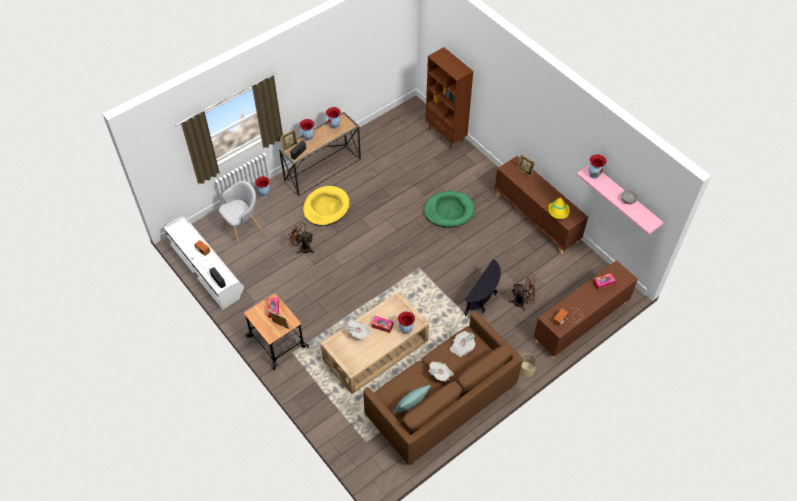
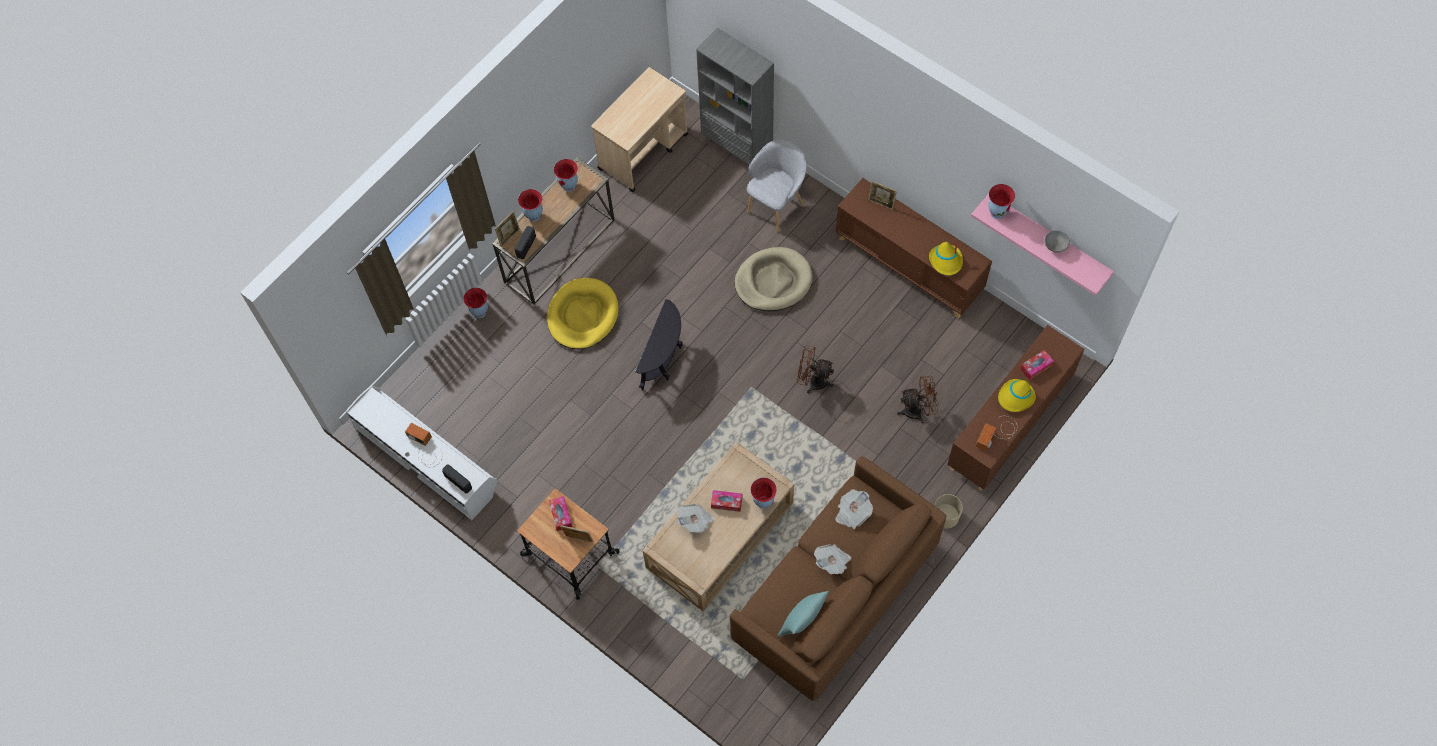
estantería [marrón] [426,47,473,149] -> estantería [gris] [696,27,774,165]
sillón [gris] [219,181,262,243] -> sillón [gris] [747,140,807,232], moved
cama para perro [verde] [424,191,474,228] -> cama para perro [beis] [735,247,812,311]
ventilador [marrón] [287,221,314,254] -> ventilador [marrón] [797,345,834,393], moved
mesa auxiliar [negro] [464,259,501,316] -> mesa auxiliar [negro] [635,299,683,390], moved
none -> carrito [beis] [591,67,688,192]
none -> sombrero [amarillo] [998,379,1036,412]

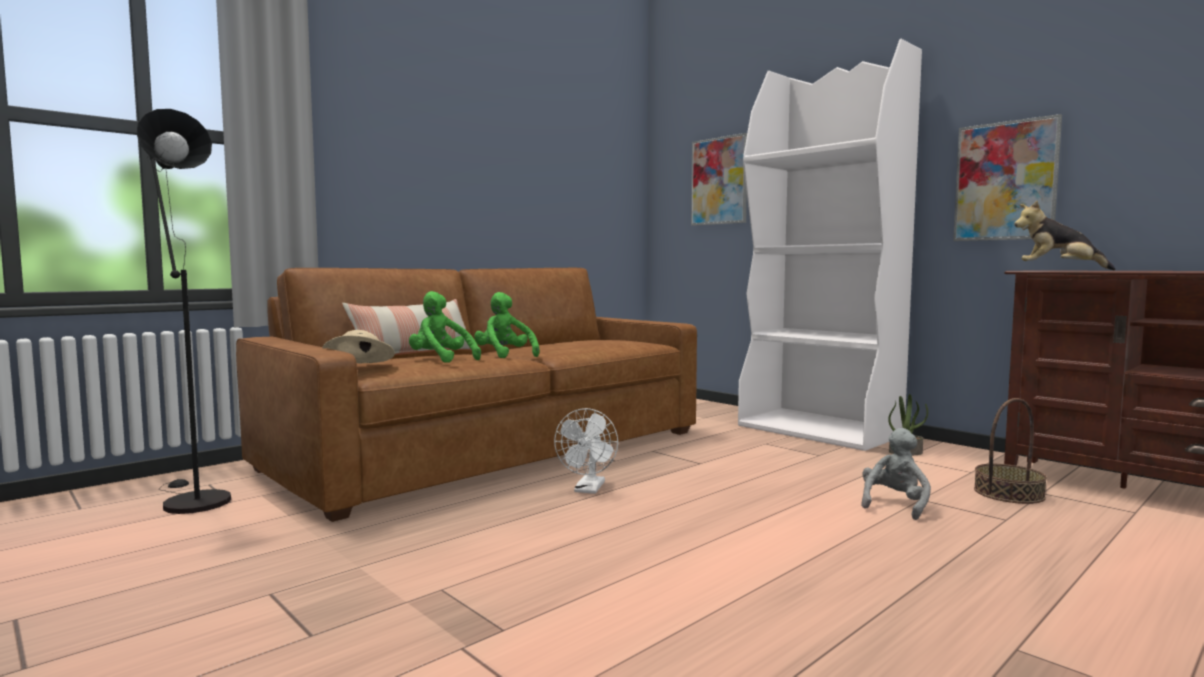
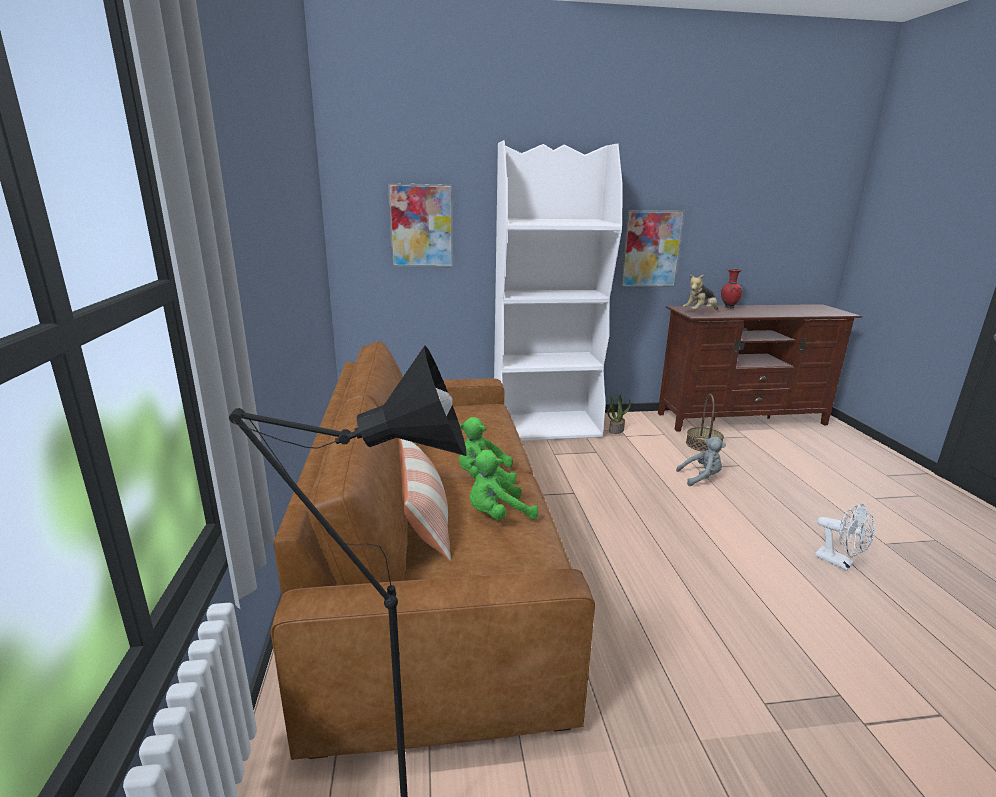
sombrero [beis] [323,330,395,363] -> none
ventilador [blanco] [554,408,618,494] -> ventilador [blanco] [815,504,875,571], moved
peluche [gris] [861,428,931,520] -> peluche [gris] [676,437,726,486], 105 degrees clockwise
none -> florero [rojo] [721,269,742,309]

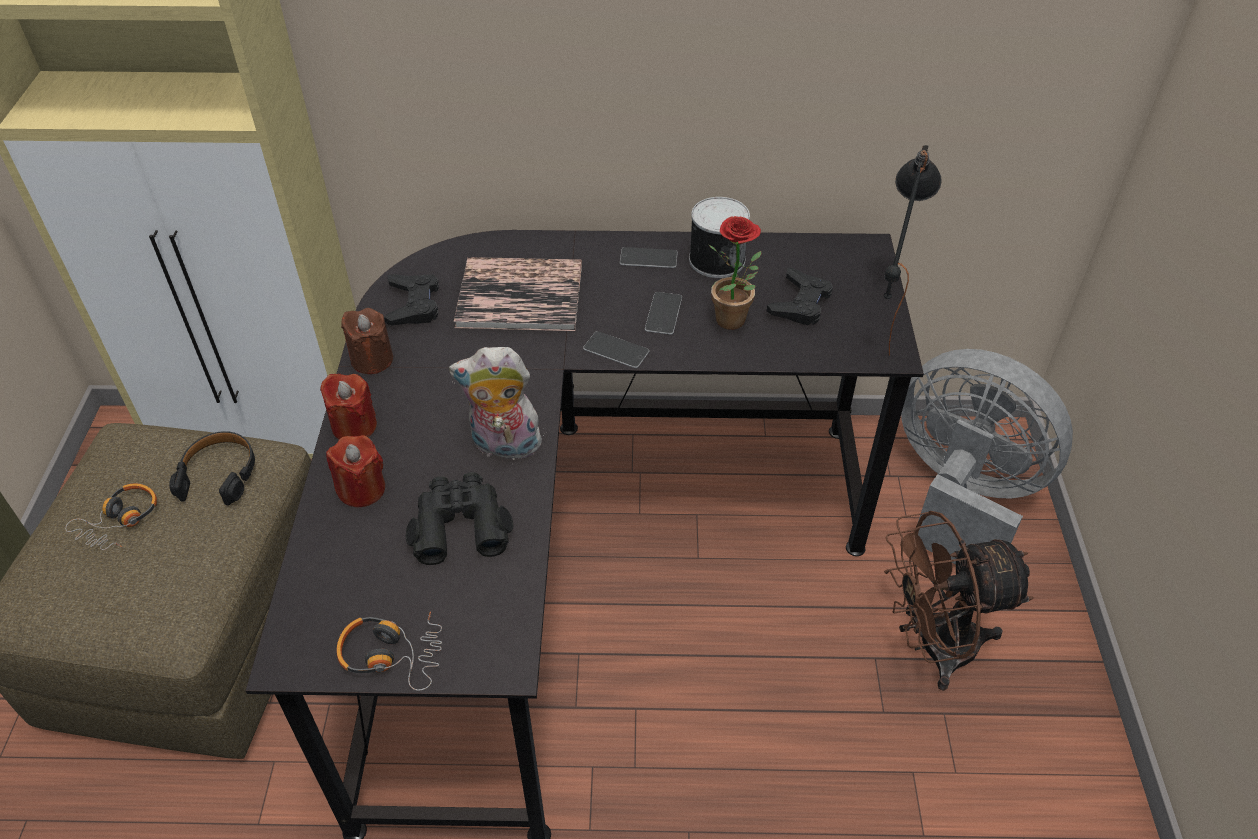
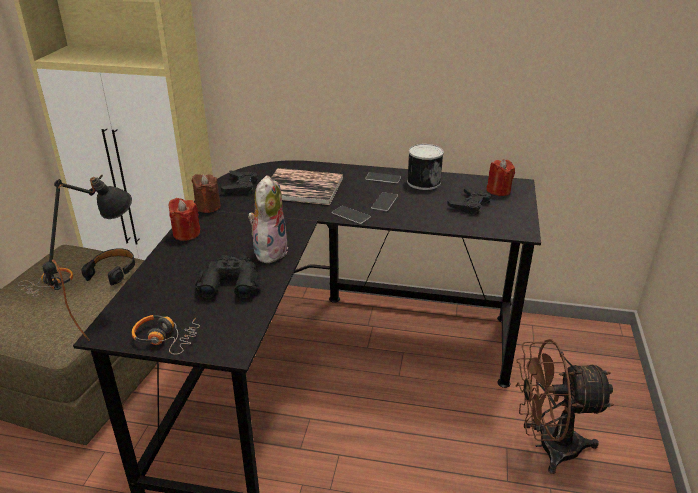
lámpara de mesa [negro] [884,145,942,355] -> lámpara de mesa [negro] [43,175,132,341], moved
planta en maceta [708,216,762,330] -> none
peluche [449,347,544,460] -> peluche [248,175,289,263], 90 degrees clockwise
ventilador [gris] [901,349,1073,564] -> none
vela [rojo] [326,435,385,507] -> vela [rojo] [486,159,515,196], moved

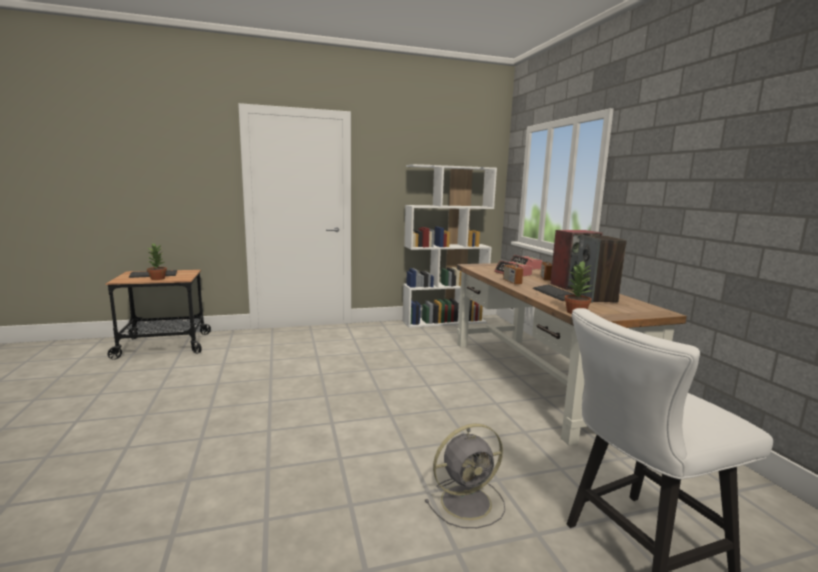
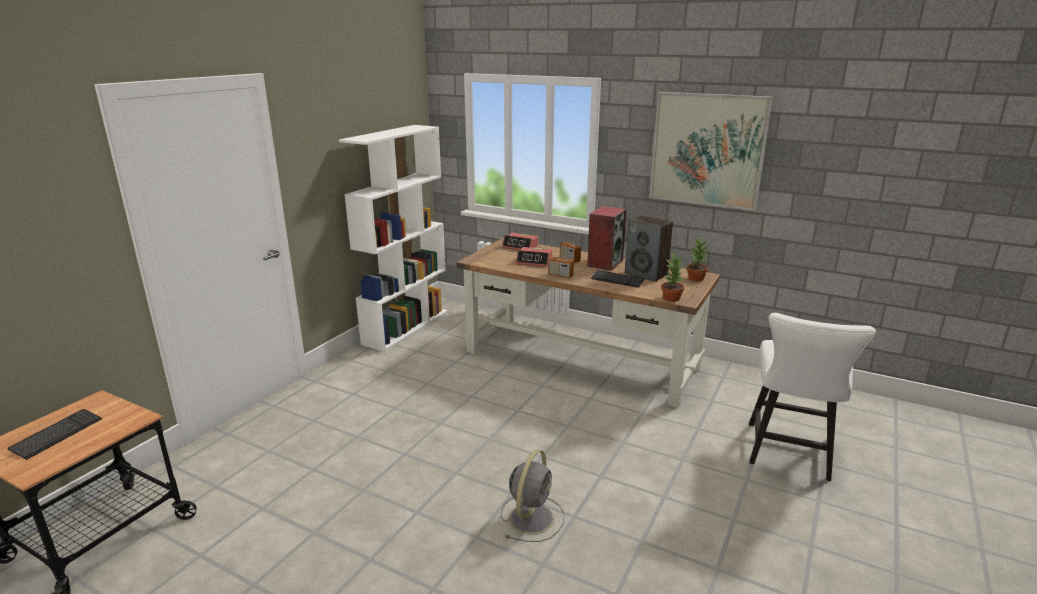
planta en maceta [146,243,167,280] -> planta en maceta [687,238,708,281], moved
ventilador [gris] [425,424,505,528] -> ventilador [gris] [501,450,564,542], moved
none -> cuadro [649,92,773,211]

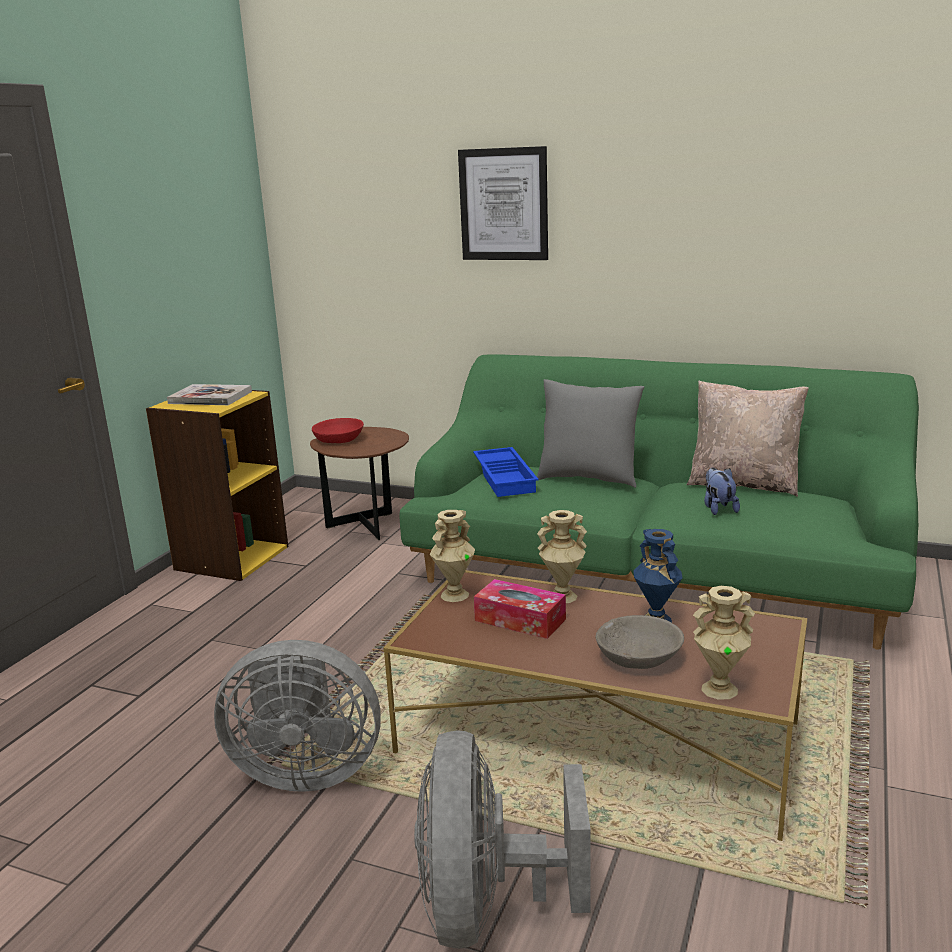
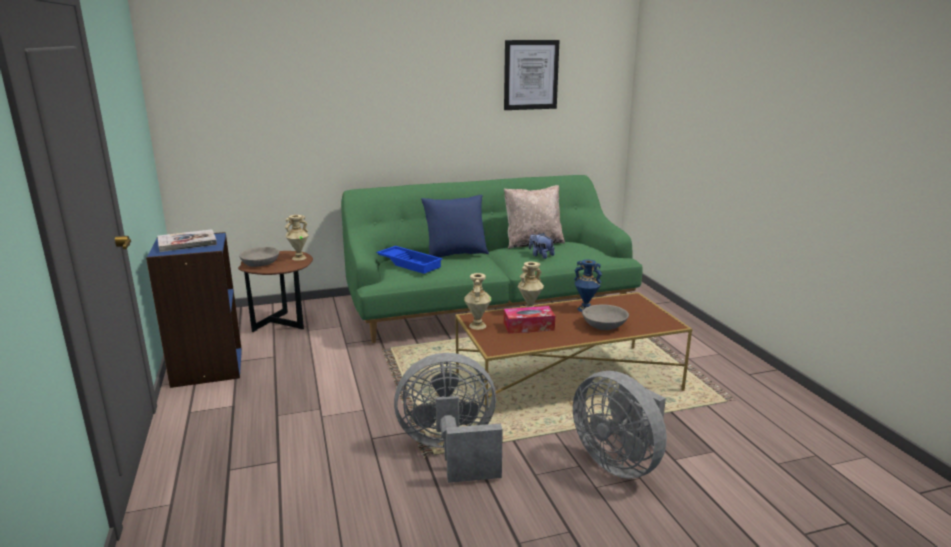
cuadro [458,146,548,260] -> cuadro [504,40,559,110], moved
cojín [gris] [537,379,644,488] -> cojín [azul] [421,195,489,257]
estantería [amarillo] [146,390,288,581] -> estantería [azul] [146,232,242,388]
cuenco [rojo] [312,418,364,443] -> cuenco [gris] [239,247,279,267]
florero [beis] [693,586,755,700] -> florero [beis] [285,215,309,261], moved
ventilador [gris] [214,640,381,792] -> ventilador [gris] [394,353,503,483], 150 degrees counterclockwise

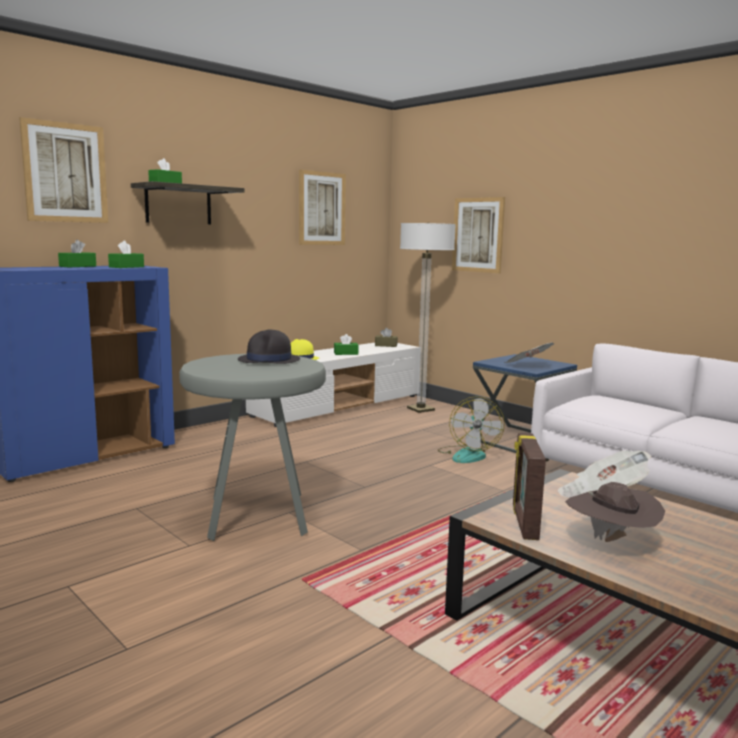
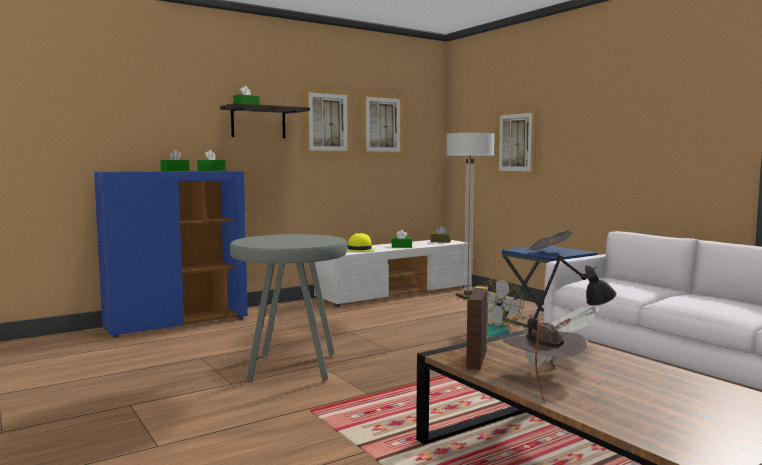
cuadro [19,117,108,223] -> cuadro [304,88,351,154], moved
sombrero [negro] [238,329,300,364] -> none
none -> lámpara de mesa [negro] [528,255,617,403]

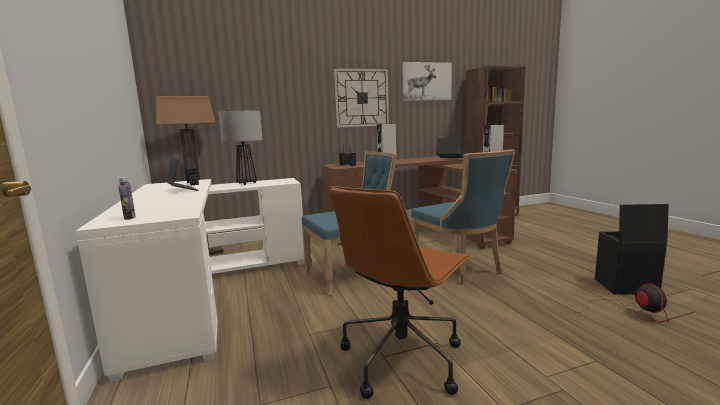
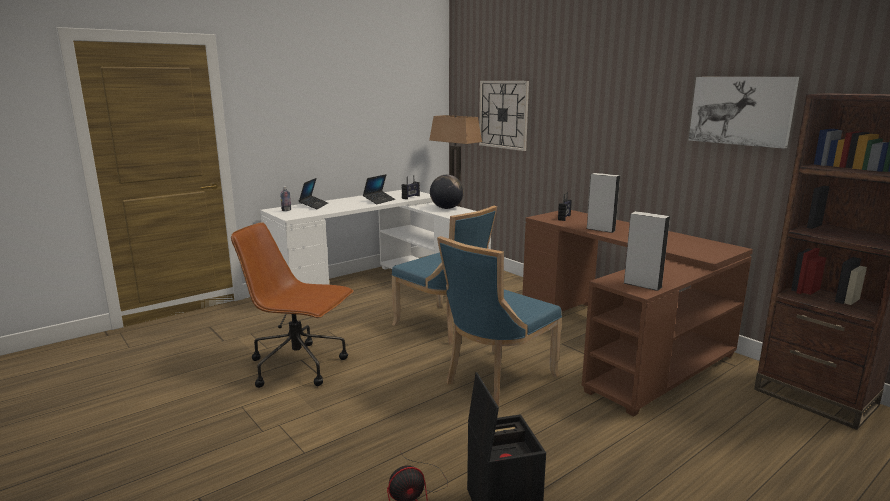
reloj de pared [334,69,389,128] -> reloj de pared [479,81,529,151], moved
lámpara de mesa [219,111,263,185] -> globo terráqueo [430,175,464,209]
portátil [436,138,463,158] -> portátil [299,178,328,209], moved

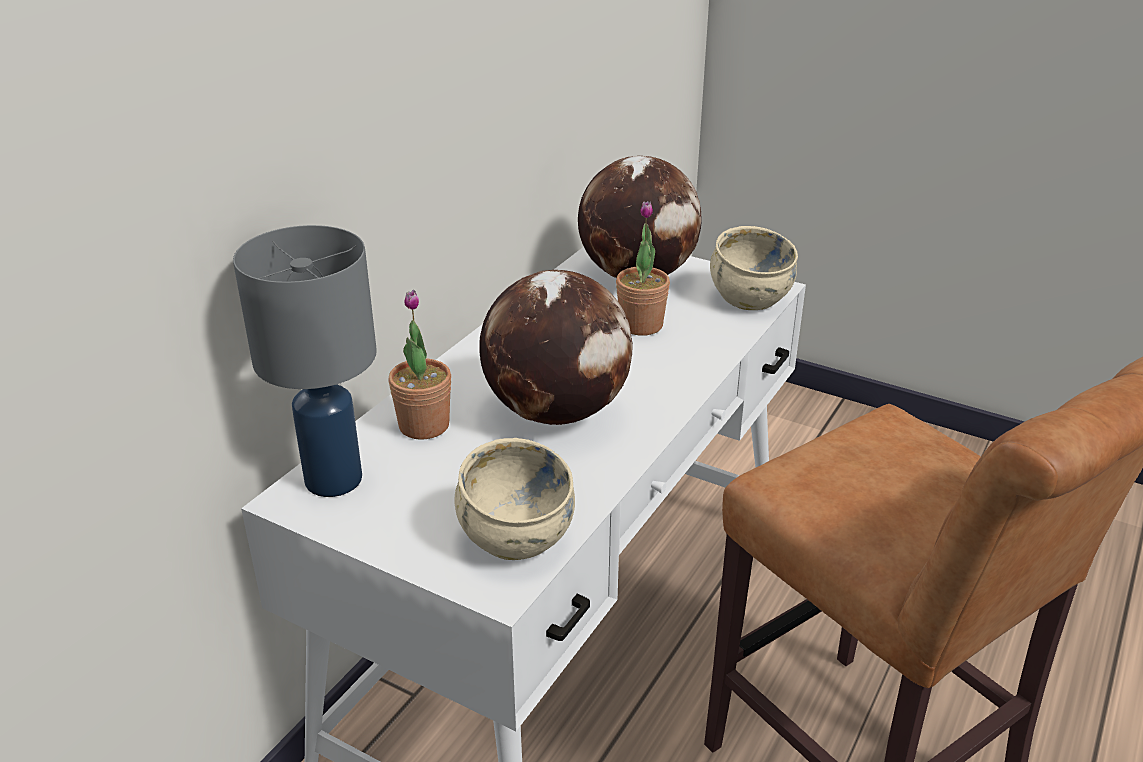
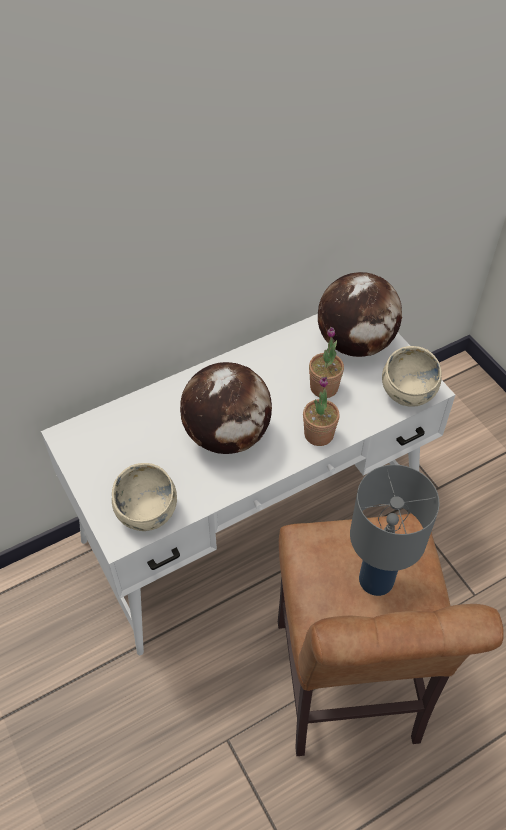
lámpara de mesa [gris] [233,225,377,497] -> lámpara de mesa [gris] [350,464,440,596], moved
planta en maceta [388,290,451,440] -> planta en maceta [303,377,340,446], moved

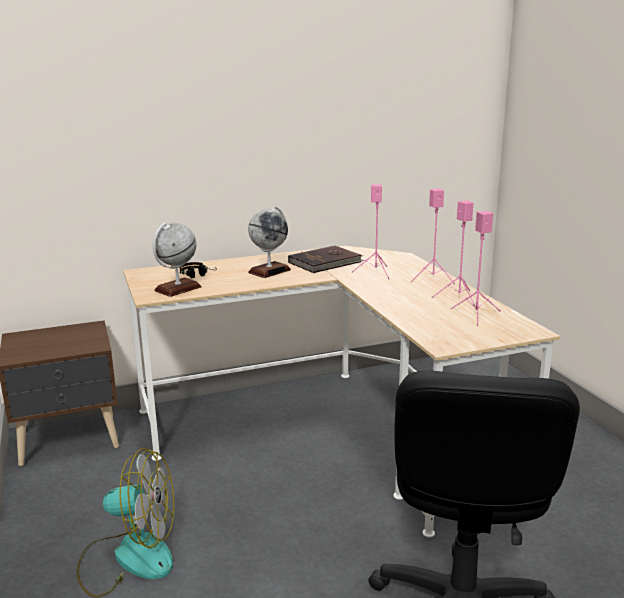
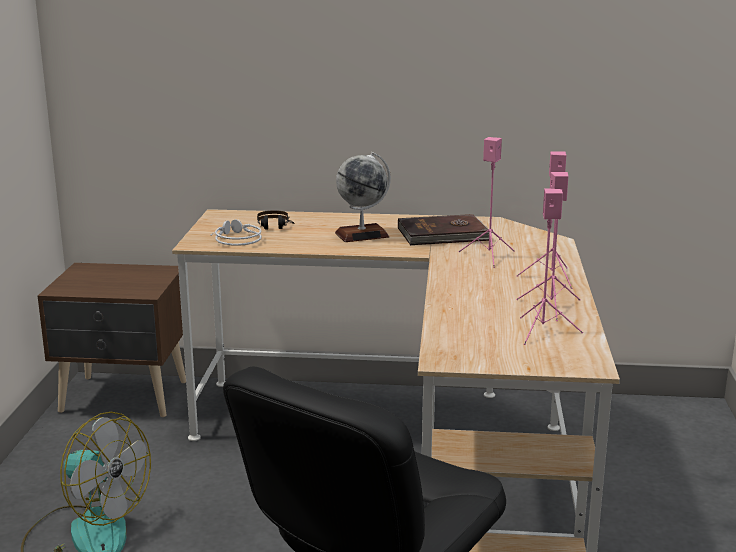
globo terráqueo [153,222,201,297] -> auriculares [gris] [211,219,262,246]

